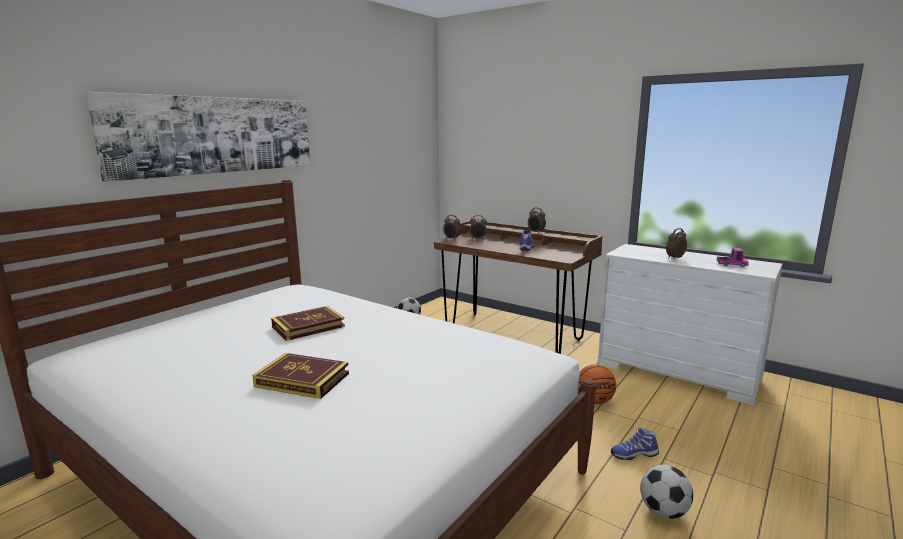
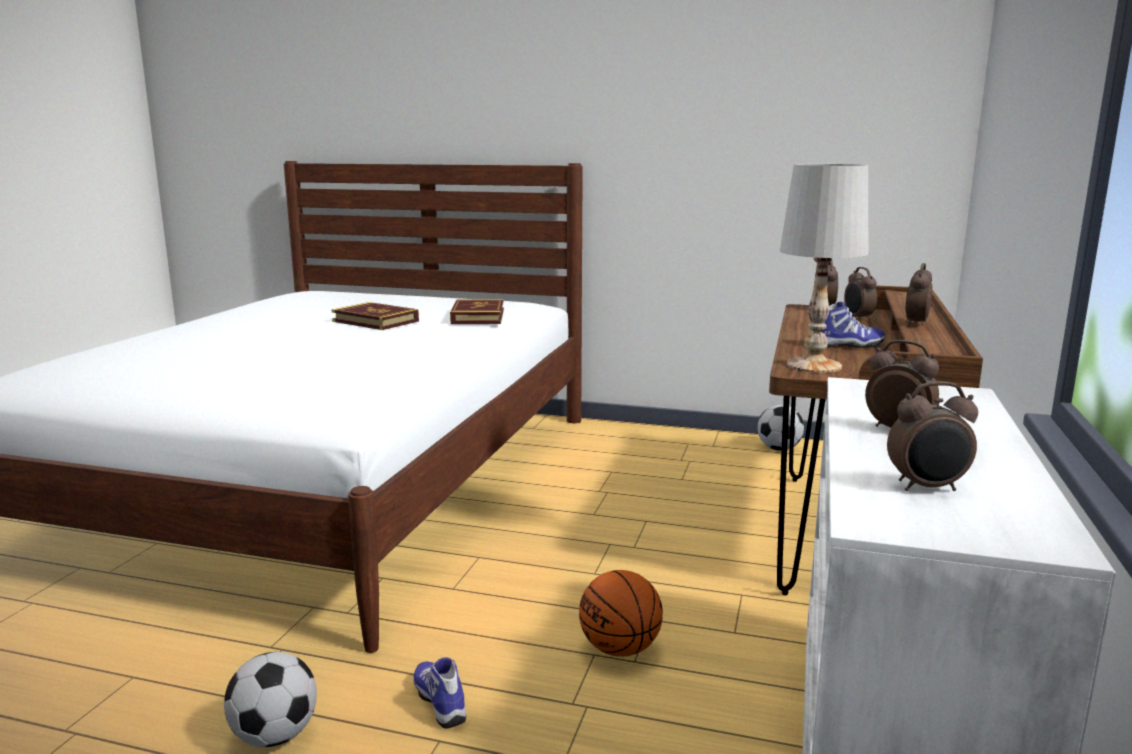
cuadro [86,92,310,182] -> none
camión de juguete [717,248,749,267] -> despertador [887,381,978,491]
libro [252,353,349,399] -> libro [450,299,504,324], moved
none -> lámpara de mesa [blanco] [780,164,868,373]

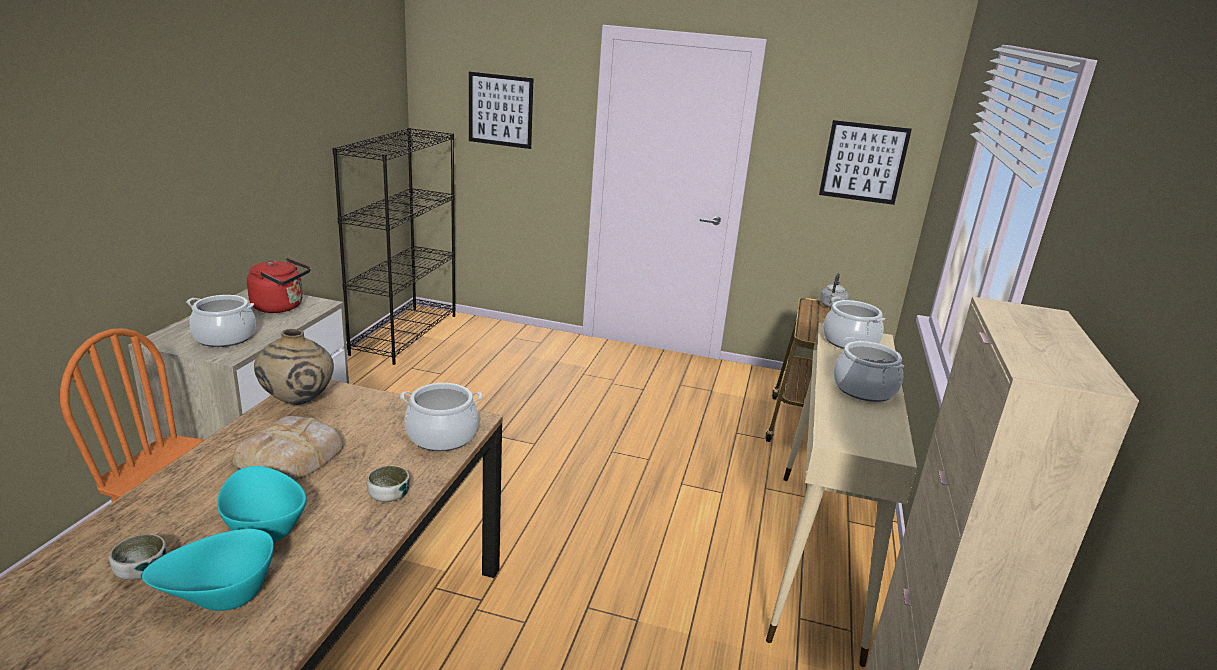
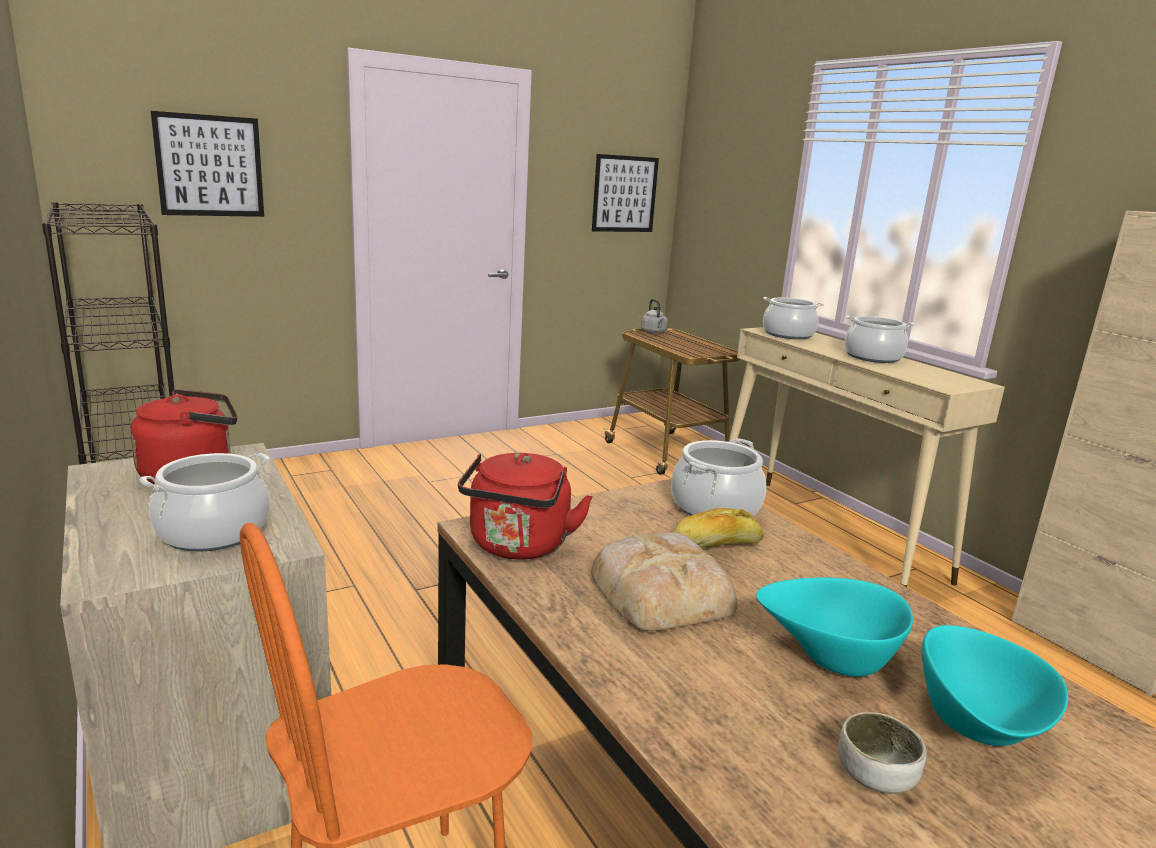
florero [beis] [254,329,334,405] -> hervidor [rojo] [458,453,593,560]
cuenco [367,466,410,502] -> none
none -> pan [673,508,764,548]

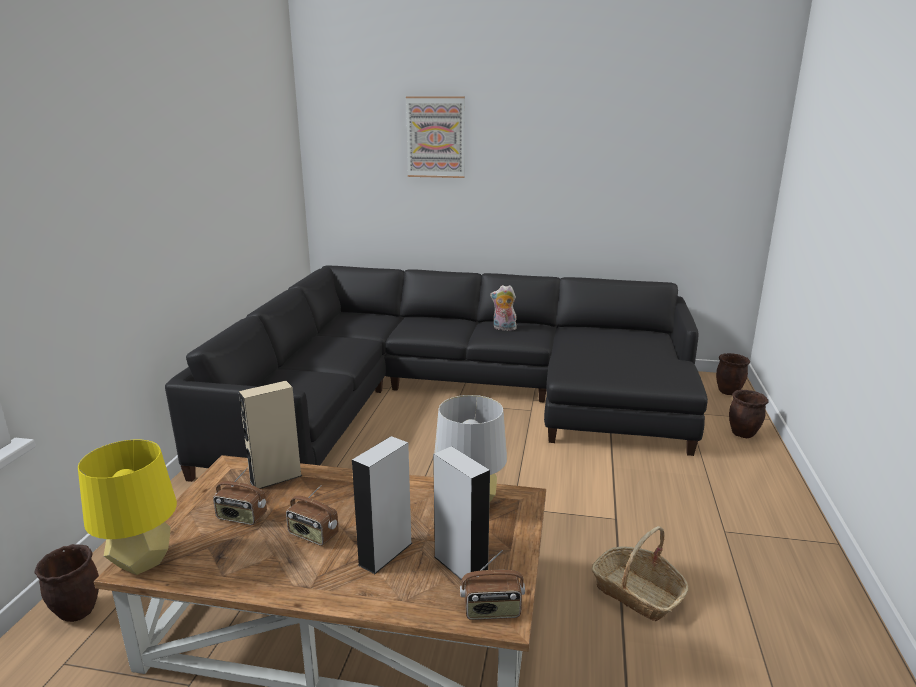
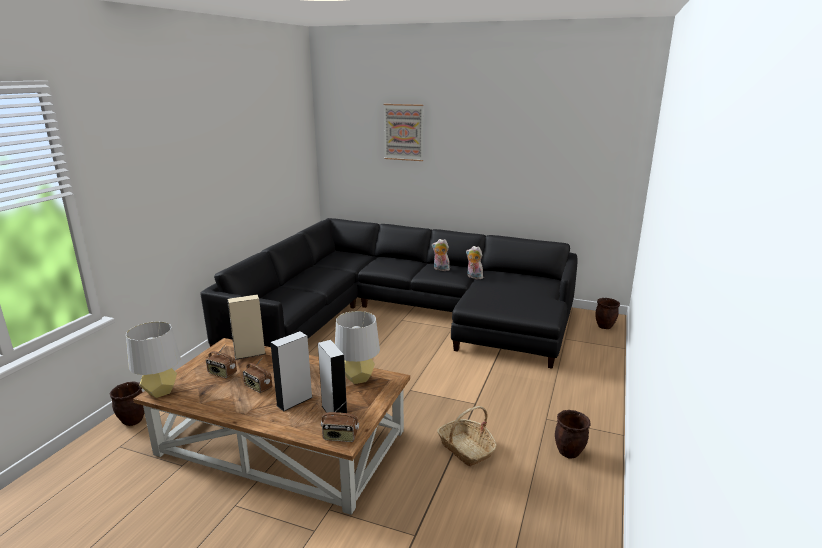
maceta [marrón] [729,390,768,438] -> maceta [marrón] [555,410,591,459], moved
lámpara de mesa [amarillo] [78,440,177,575] -> lámpara de mesa [gris] [126,321,181,398]
none -> peluche [466,246,483,279]

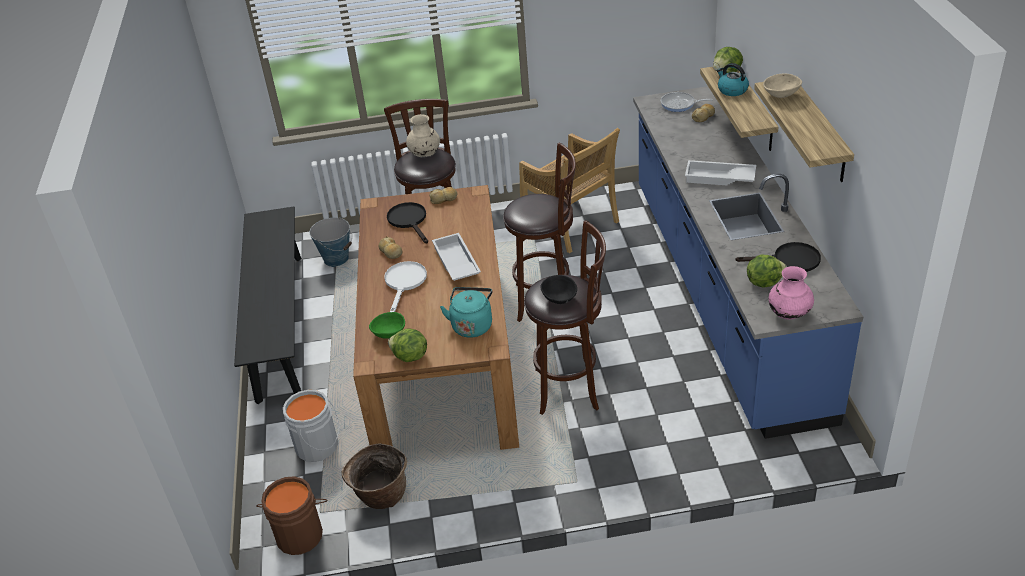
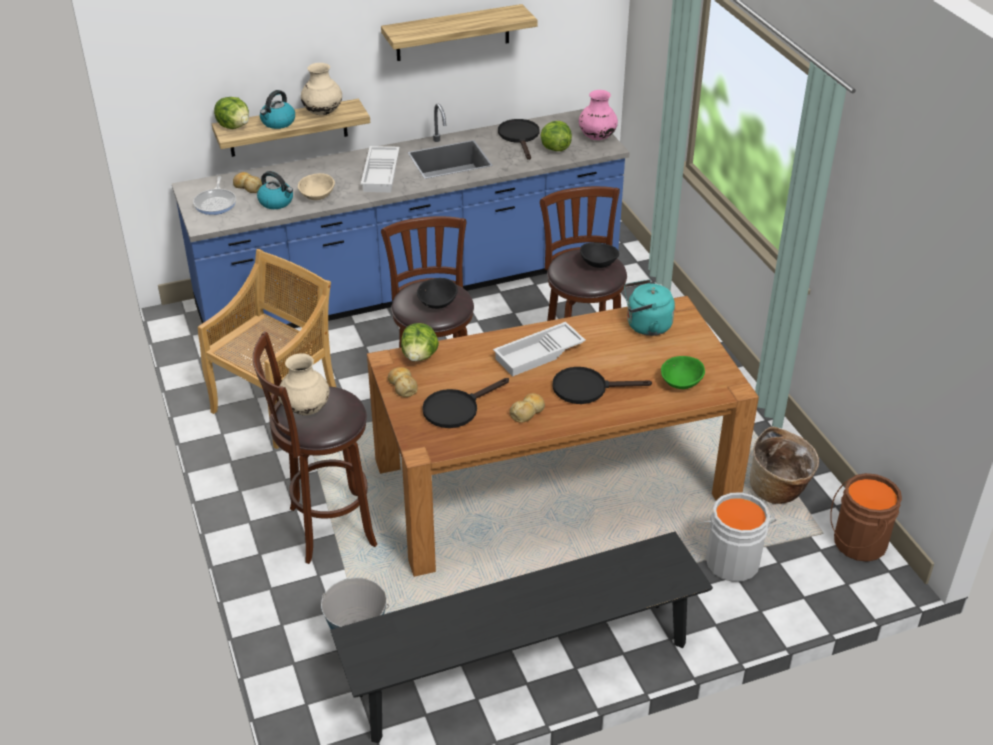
cuenco [beis] [763,73,802,98] -> cuenco [beis] [298,173,335,200], moved
sartén [blanco] [384,261,427,312] -> sartén [negro] [552,367,652,404]
lechuga [388,328,427,362] -> lechuga [401,323,439,362], moved
none -> florero [beis] [301,63,342,115]
none -> hervidor [257,171,293,209]
none -> cuenco [negro] [417,278,458,309]

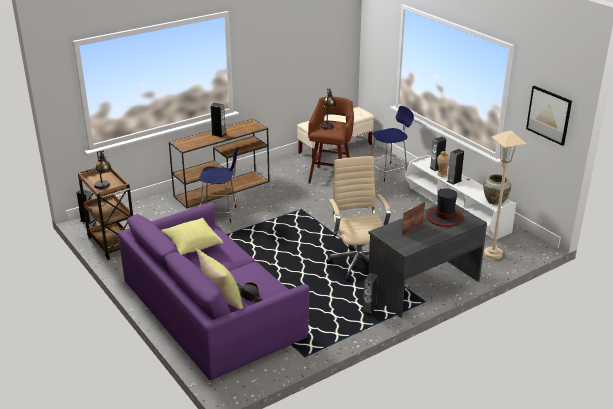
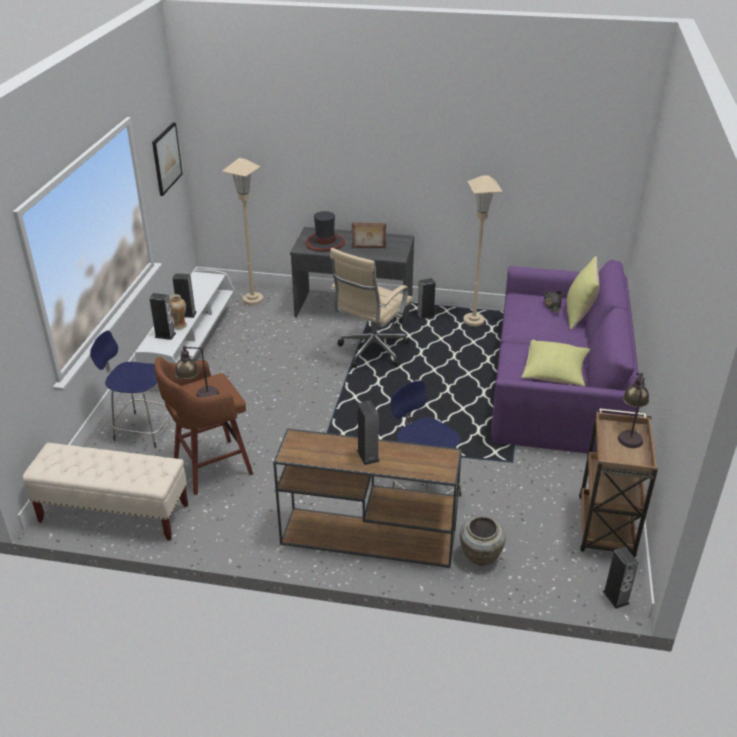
florero [beis] [483,174,511,205] -> florero [beis] [460,516,506,566], moved
none -> lámpara de pie [beis] [463,175,503,326]

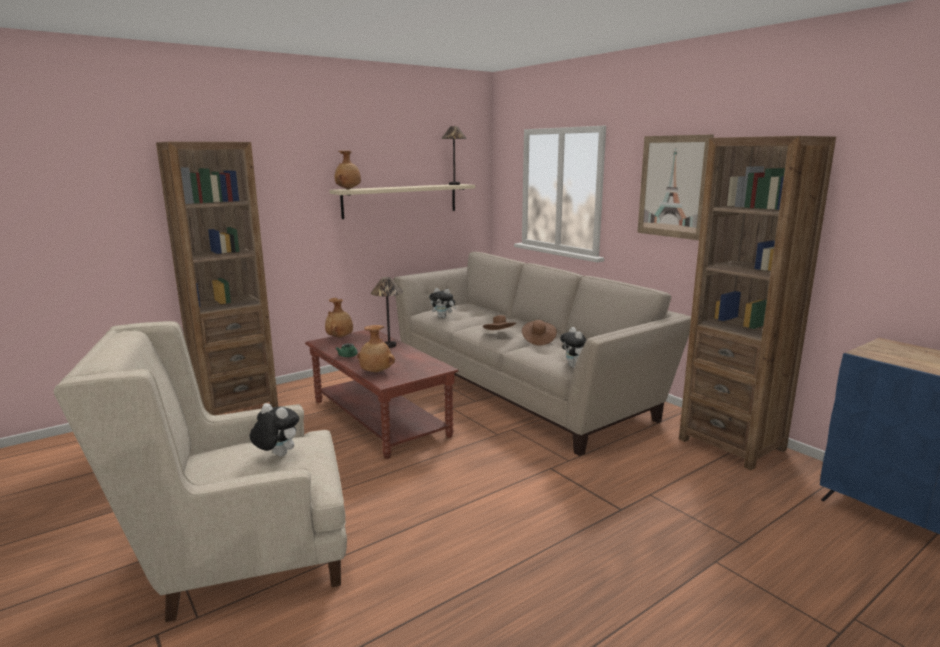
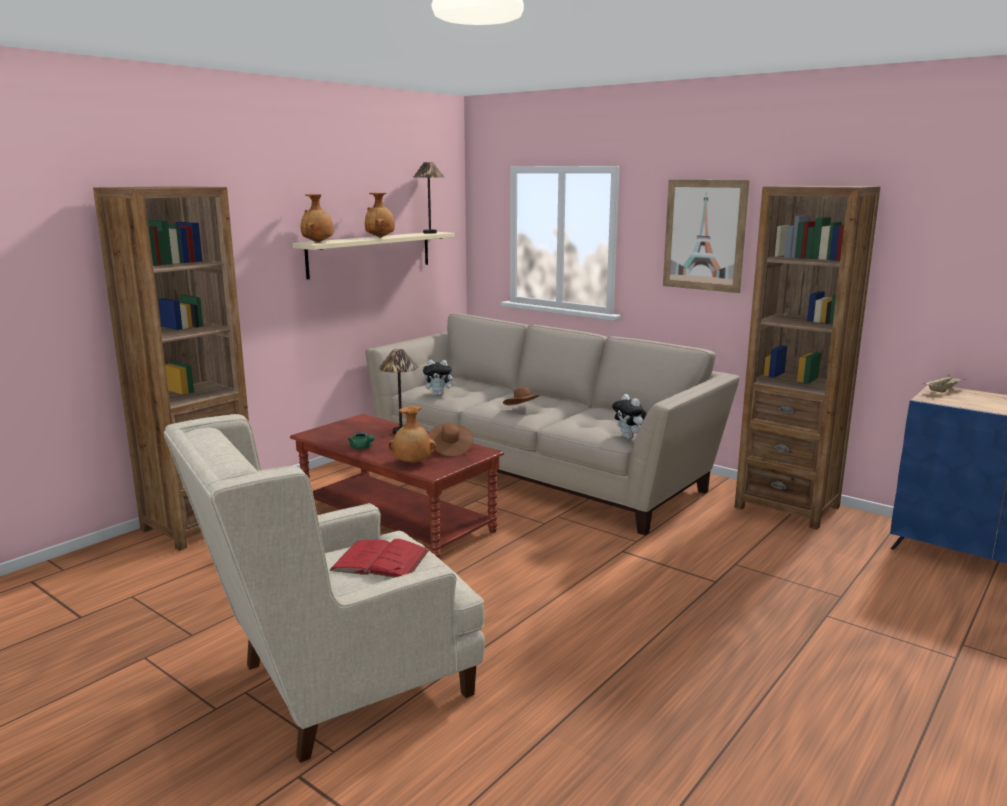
florero [marrón] [325,298,353,338] -> florero [marrón] [365,192,395,238], moved
sombrero [marrón] [522,320,557,346] -> sombrero [marrón] [429,423,473,457], moved
peluche [250,403,299,457] -> libro [rojo] [329,539,429,578]
none -> bandeja [beis] [923,375,966,393]

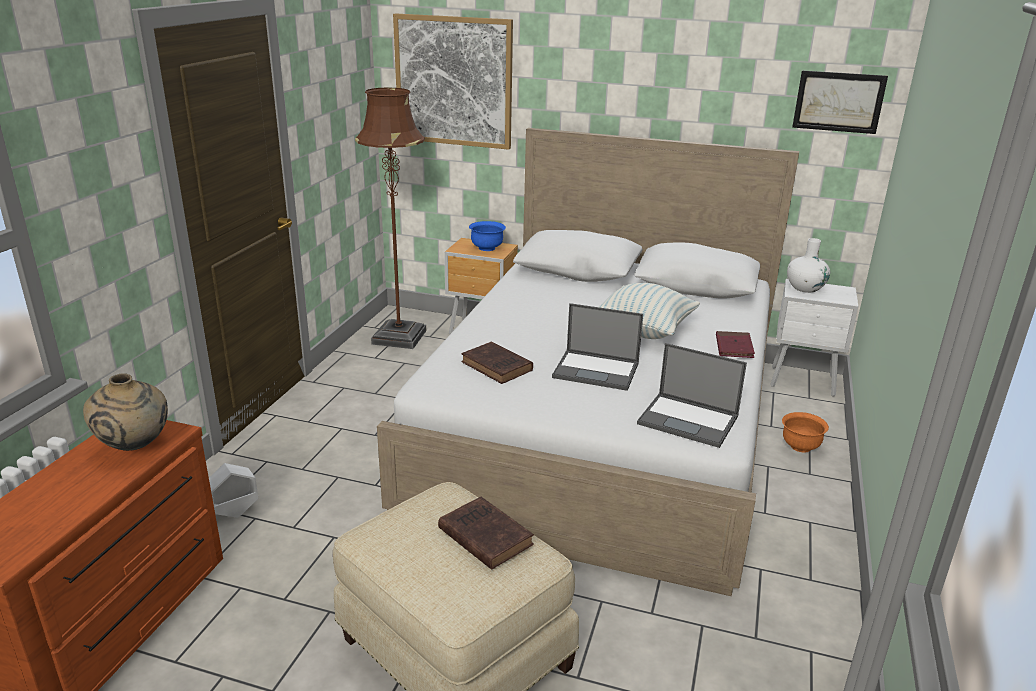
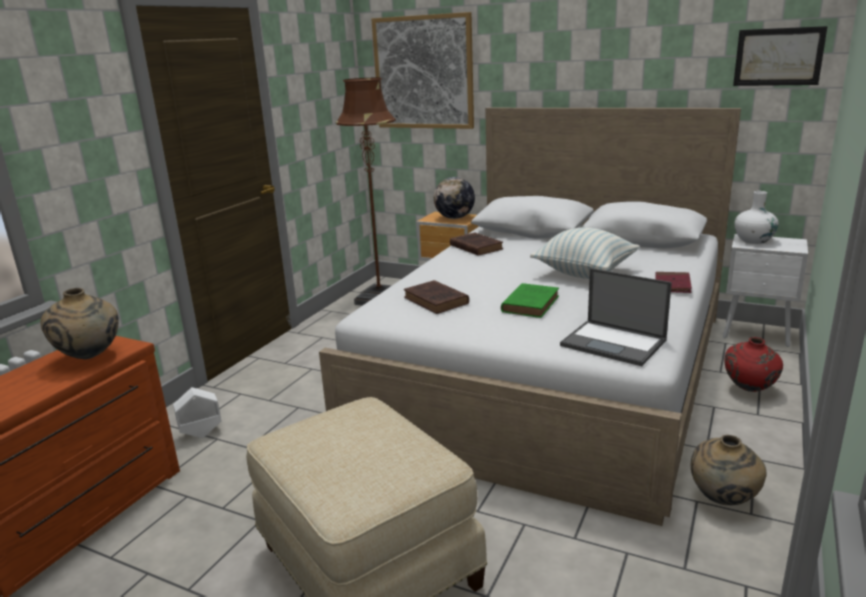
cuenco [azul] [469,221,506,251] -> globo terráqueo [434,177,475,219]
portátil [552,303,643,391] -> libro [verde] [501,283,559,318]
cuenco [naranja] [782,412,829,453] -> florero [rojo] [724,337,783,392]
libro [marrón] [438,497,534,570] -> libro [marrón] [450,232,503,256], moved
none -> florero [beis] [691,435,766,505]

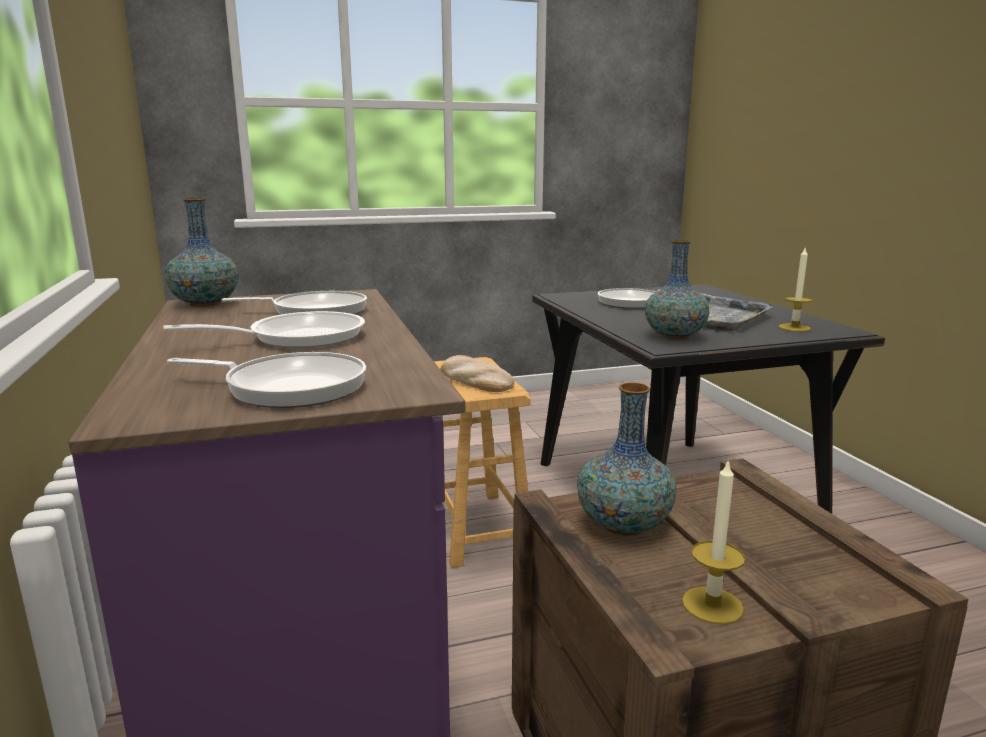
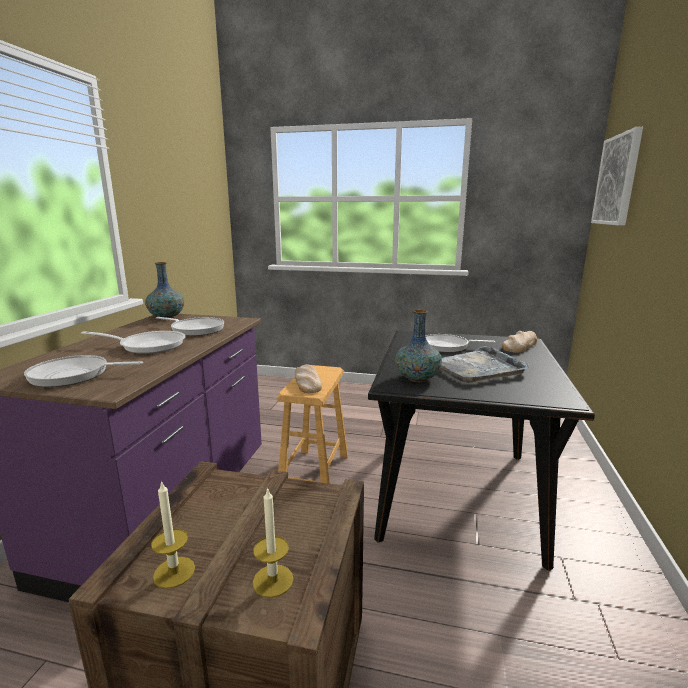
vela [779,248,812,331] -> vela [253,487,293,598], moved
sartén [167,352,366,408] -> sartén [24,355,143,387], 135 degrees clockwise
florero [577,383,677,536] -> none
none -> cuadro [591,127,643,225]
none -> pan [502,331,537,353]

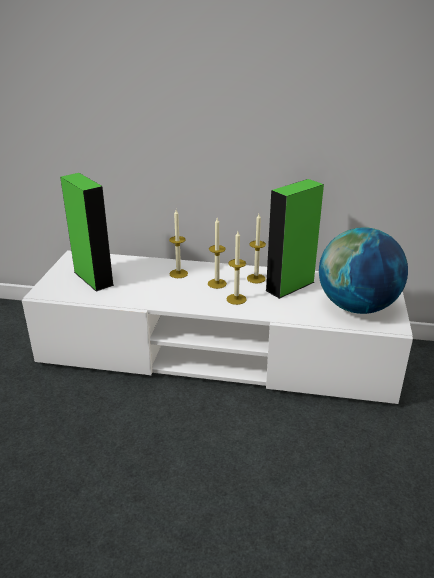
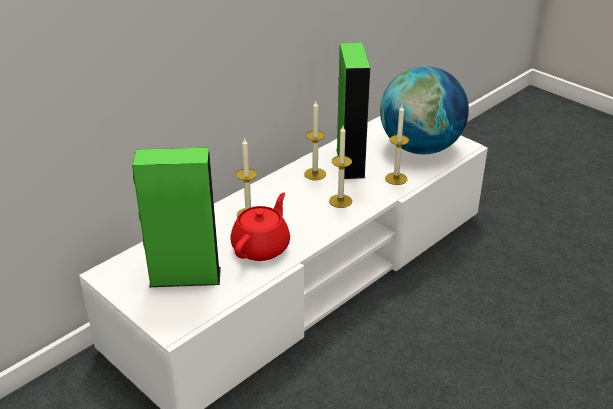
vela [208,218,227,289] -> vela [385,105,409,185], moved
none -> tetera [rojo] [230,193,290,261]

